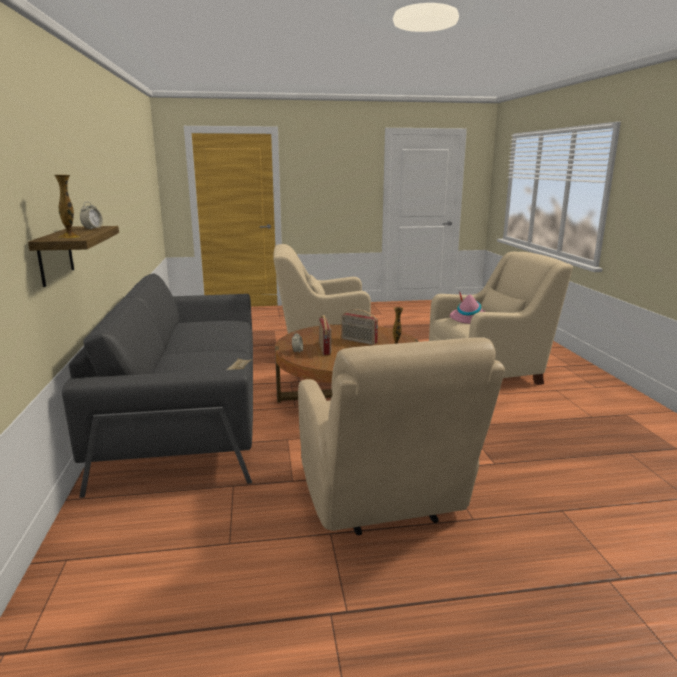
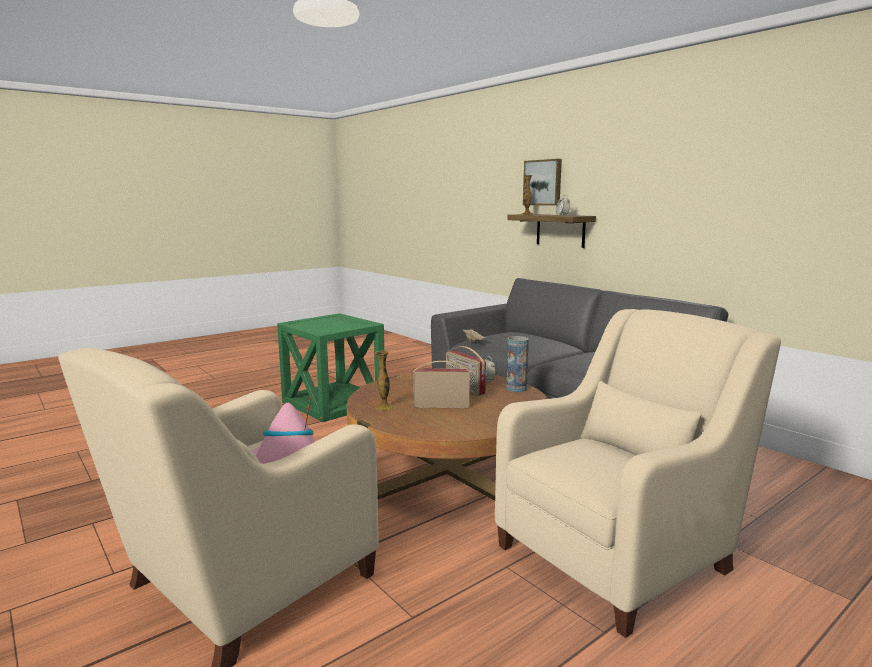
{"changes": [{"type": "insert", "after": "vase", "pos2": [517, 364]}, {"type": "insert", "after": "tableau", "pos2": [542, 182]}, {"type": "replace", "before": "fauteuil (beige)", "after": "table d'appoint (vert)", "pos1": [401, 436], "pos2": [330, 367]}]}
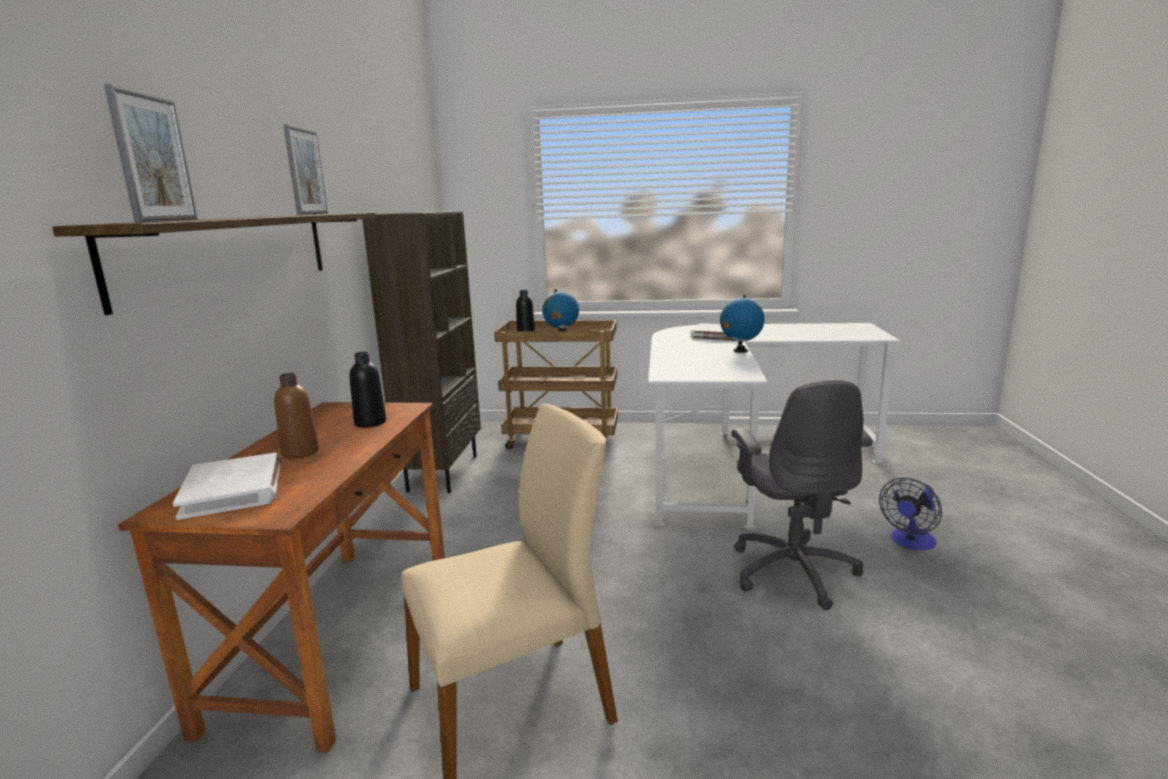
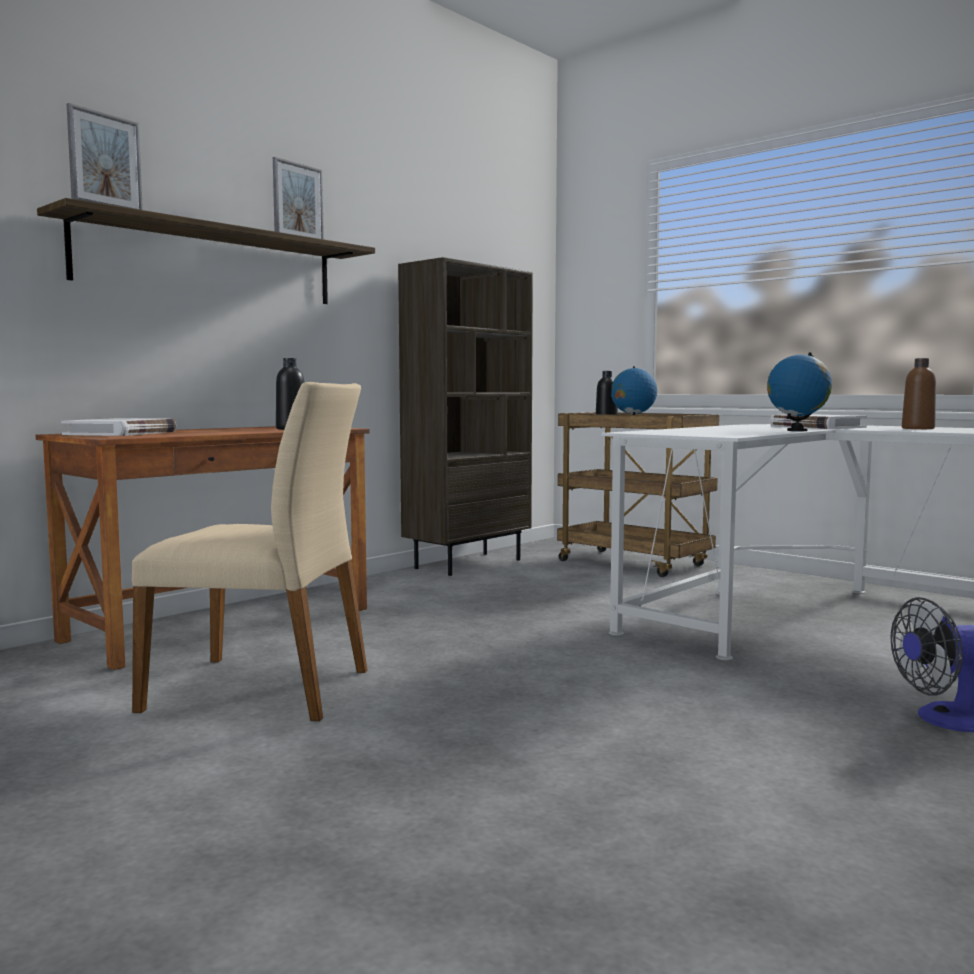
{"changes": [{"type": "delete", "before": "chaise de bureau (gris)", "pos1": [801, 495]}, {"type": "move", "before": "bouteille (marron)", "pos1": [296, 416], "pos2": [919, 393]}]}
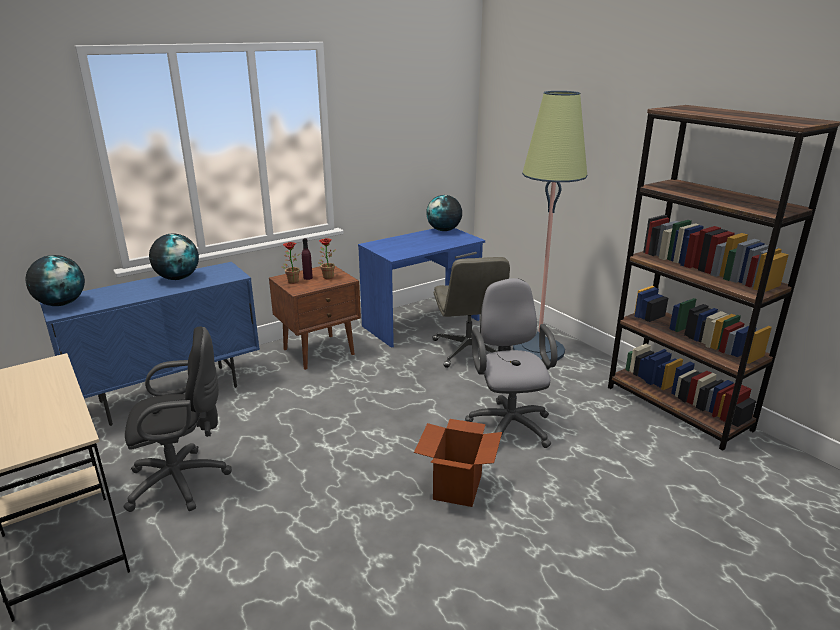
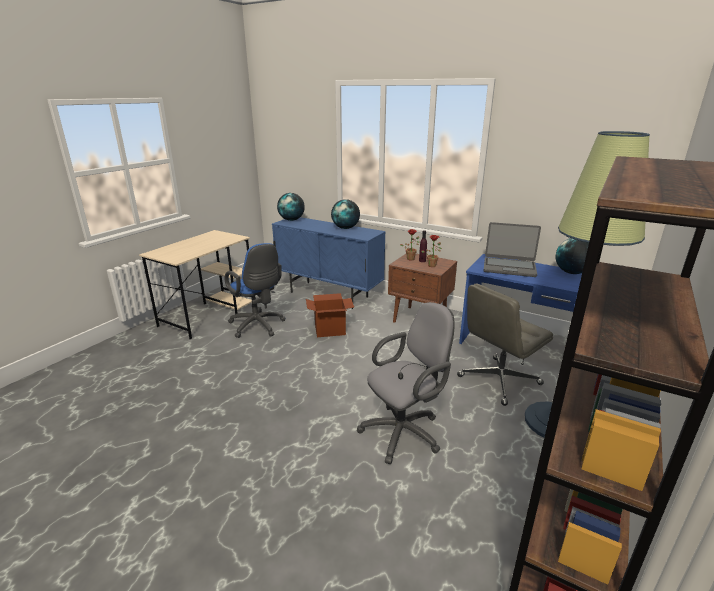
{"changes": [{"type": "insert", "after": "ordinateur portable", "pos2": [512, 249]}, {"type": "move", "before": "carton", "pos1": [458, 463], "pos2": [330, 315]}, {"type": "recolor", "before": "chaise de bureau (noir)", "after": "chaise de bureau (bleu)", "pos1": [177, 419], "pos2": [255, 290]}]}
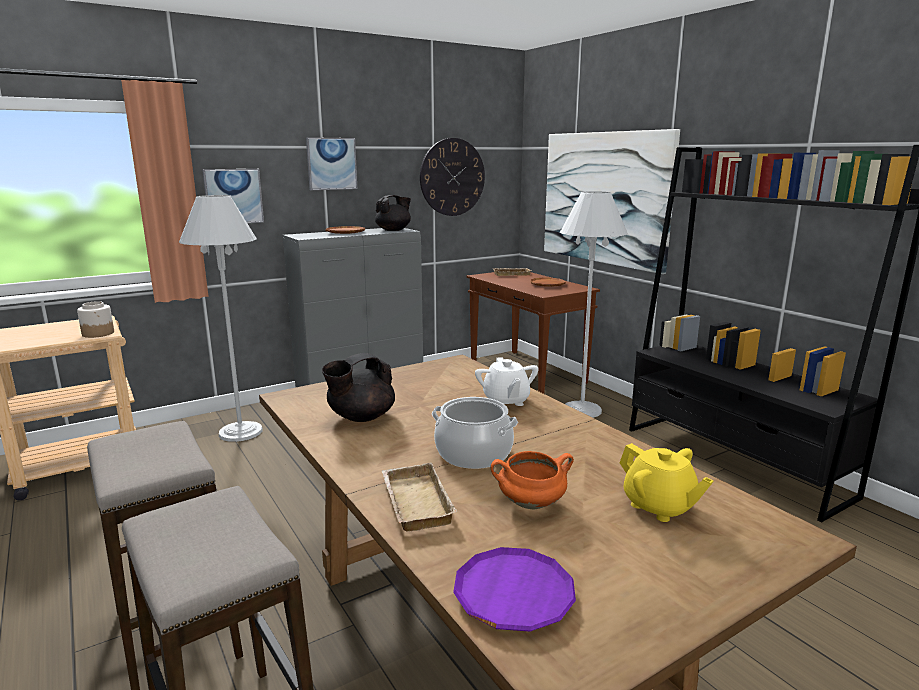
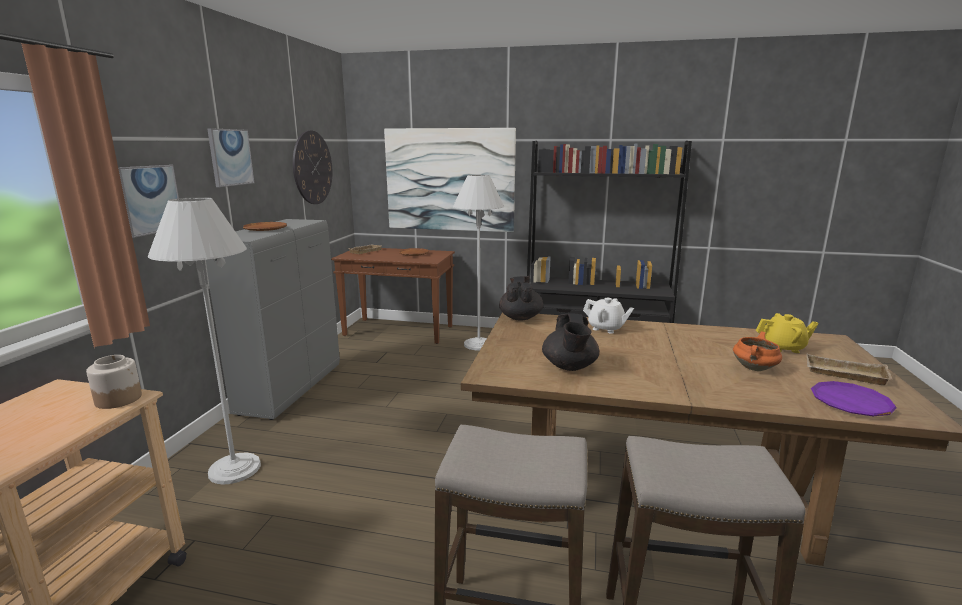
{"changes": [{"type": "delete", "before": "marmite", "pos1": [475, 433]}, {"type": "move", "before": "théière (noir)", "pos1": [393, 213], "pos2": [521, 298]}, {"type": "move", "before": "plateau (beige)", "pos1": [419, 497], "pos2": [849, 369]}]}
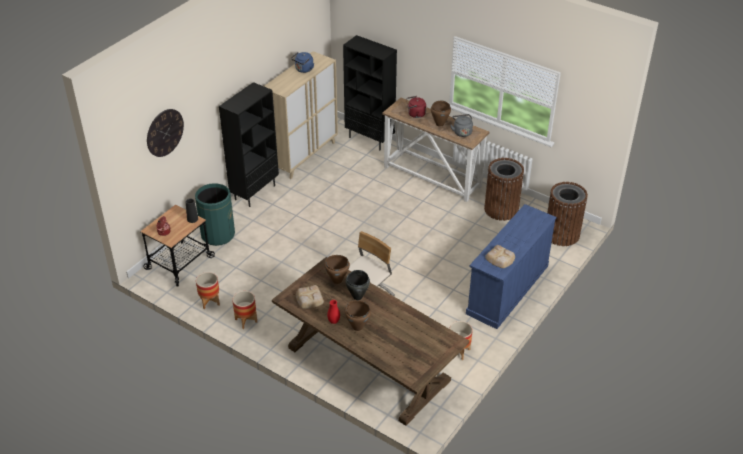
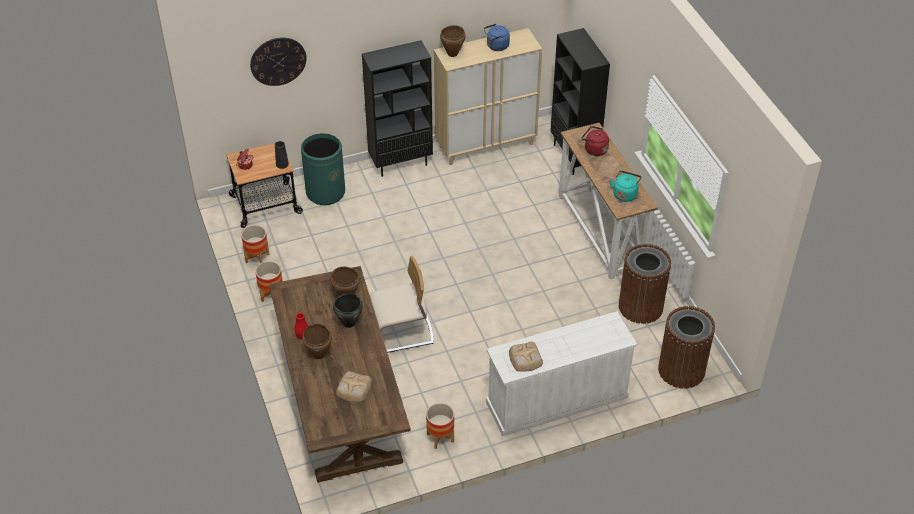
{"changes": [{"type": "move", "before": "pain", "pos1": [310, 297], "pos2": [354, 386]}, {"type": "move", "before": "marmite (marron)", "pos1": [441, 114], "pos2": [453, 41]}, {"type": "recolor", "before": "bouilloire (gris)", "after": "bouilloire (turquoise)", "pos1": [462, 125], "pos2": [625, 186]}, {"type": "recolor", "before": "commode (bleu)", "after": "commode (blanc)", "pos1": [511, 266], "pos2": [561, 374]}]}
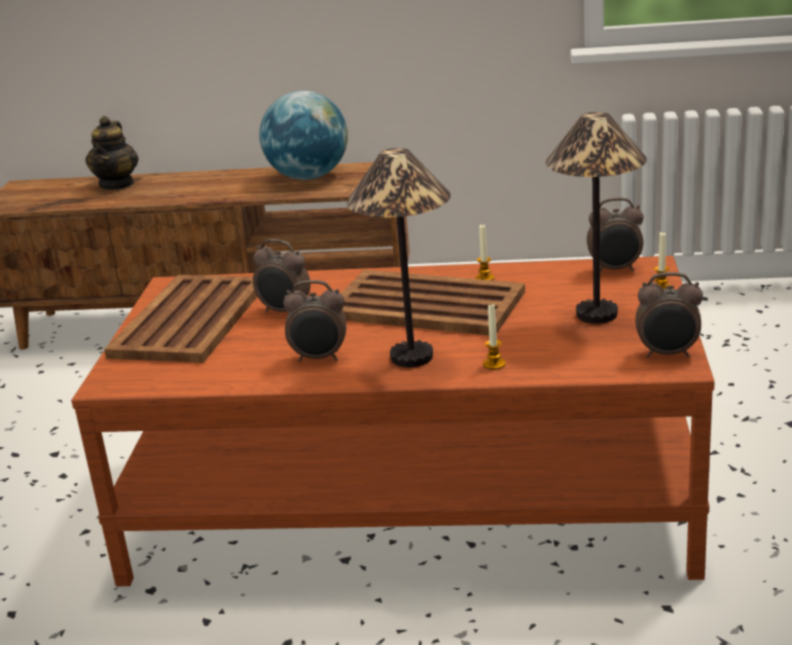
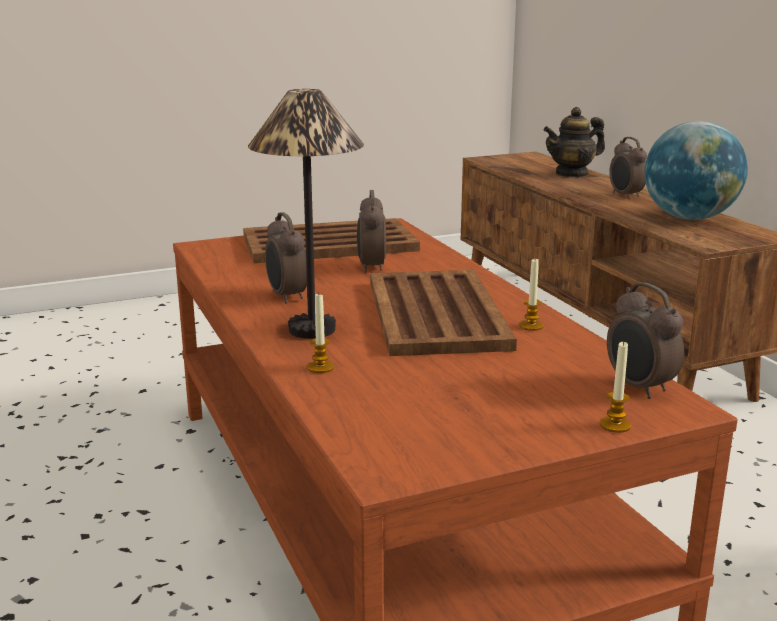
{"changes": [{"type": "delete", "before": "lampe de table", "pos1": [596, 218]}, {"type": "move", "before": "réveil", "pos1": [669, 315], "pos2": [628, 168]}]}
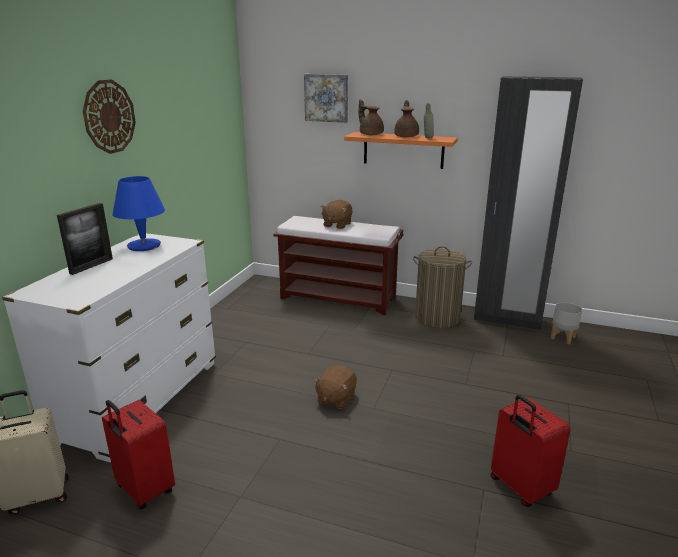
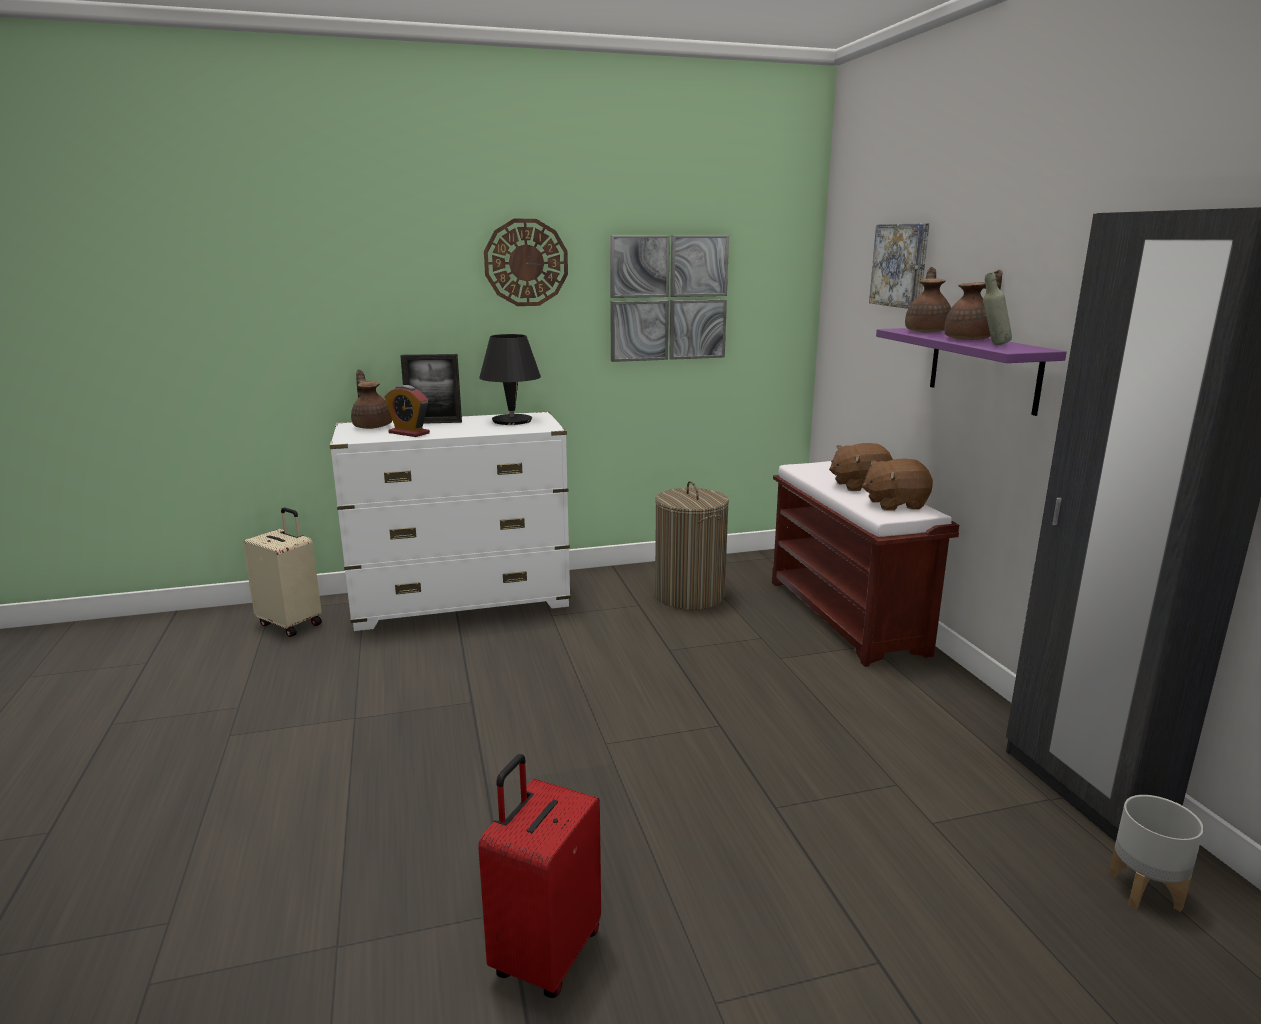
{"changes": [{"type": "delete", "before": "valise (rouge)", "pos1": [138, 454]}, {"type": "insert", "after": "théière (marron)", "pos2": [372, 399]}, {"type": "insert", "after": "réveil", "pos2": [407, 411]}, {"type": "insert", "after": "tableau", "pos2": [669, 298]}, {"type": "move", "before": "peluche (marron)", "pos1": [335, 387], "pos2": [897, 484]}, {"type": "move", "before": "panier à linge", "pos1": [442, 287], "pos2": [692, 545]}, {"type": "recolor", "before": "lampe de table (bleu)", "after": "lampe de table (noir)", "pos1": [139, 213], "pos2": [510, 379]}, {"type": "recolor", "before": "étagère (orange)", "after": "étagère (violet)", "pos1": [401, 150], "pos2": [971, 372]}]}
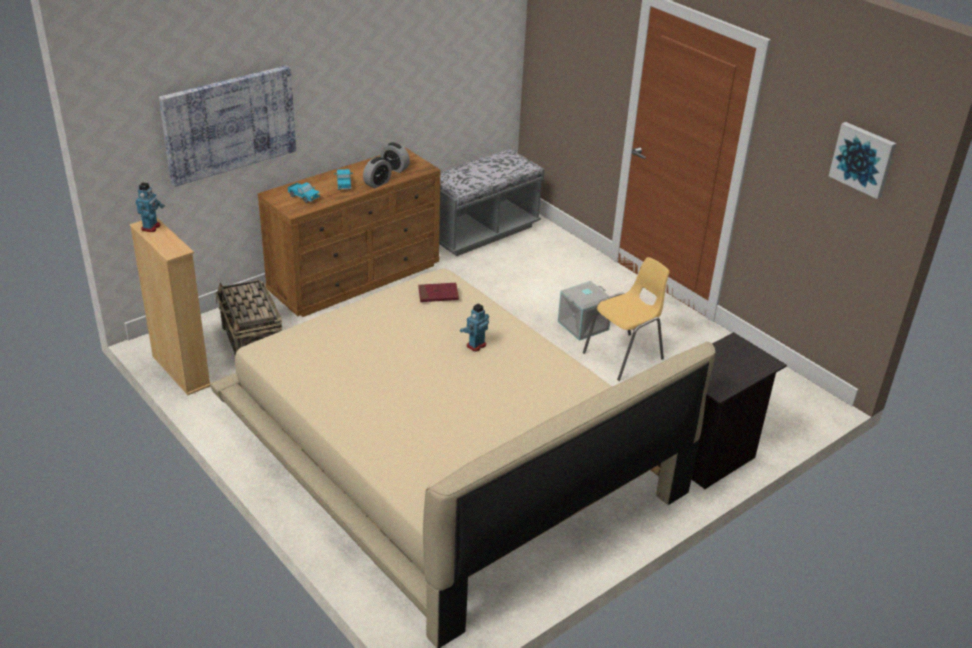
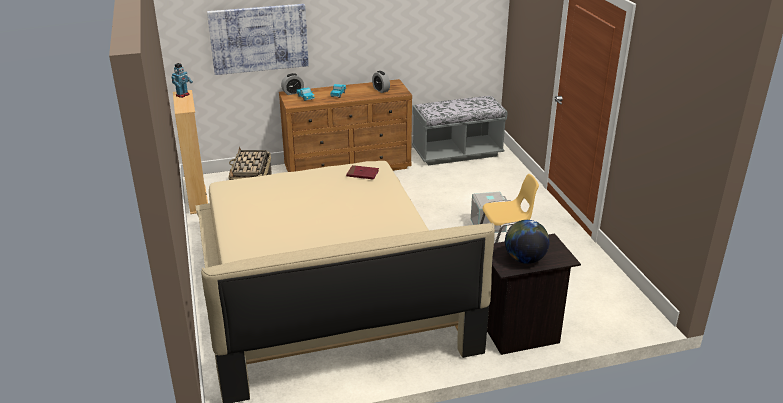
{"changes": [{"type": "delete", "before": "robot jouet", "pos1": [474, 327]}, {"type": "delete", "before": "tableau", "pos1": [863, 160]}, {"type": "insert", "after": "globe", "pos2": [527, 242]}, {"type": "move", "before": "réveil", "pos1": [377, 173], "pos2": [292, 84]}]}
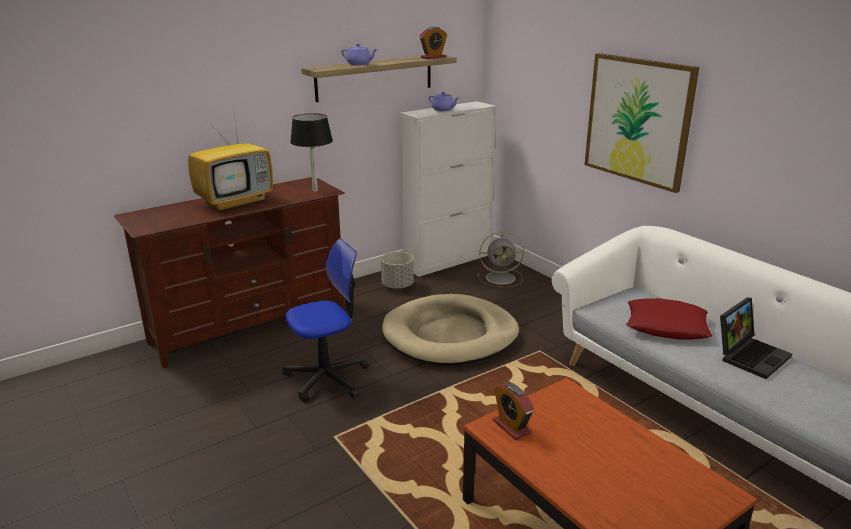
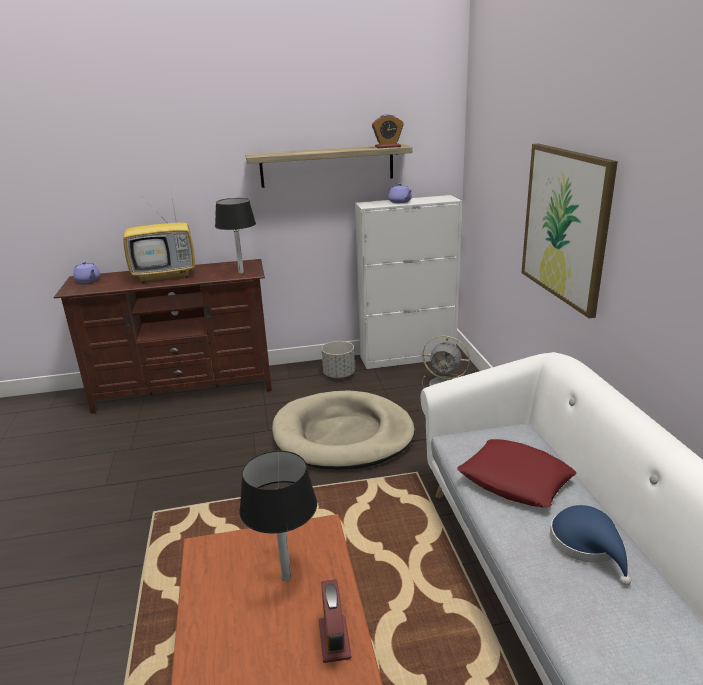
{"changes": [{"type": "delete", "before": "chaise de bureau", "pos1": [326, 320]}, {"type": "insert", "after": "lampe de table (noir)", "pos2": [278, 516]}, {"type": "move", "before": "théière (violet)", "pos1": [359, 54], "pos2": [86, 272]}, {"type": "move", "before": "réveil", "pos1": [513, 411], "pos2": [335, 621]}, {"type": "replace", "before": "ordinateur portable", "after": "chapeau (bleu)", "pos1": [756, 338], "pos2": [590, 545]}]}
